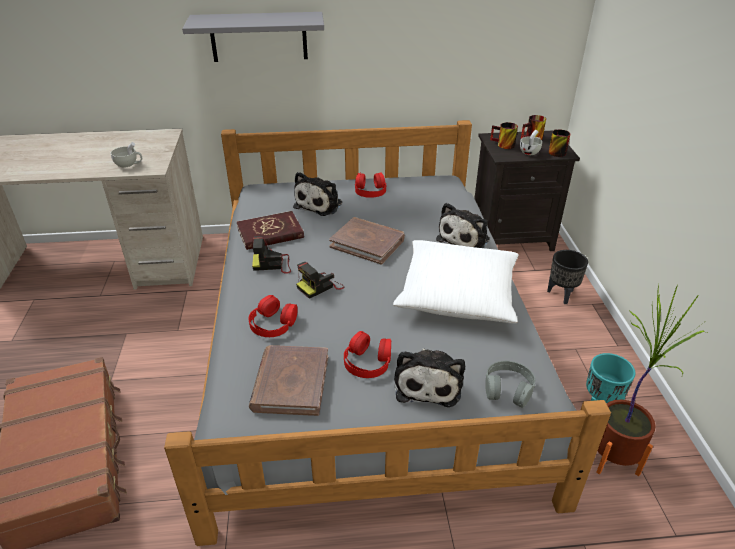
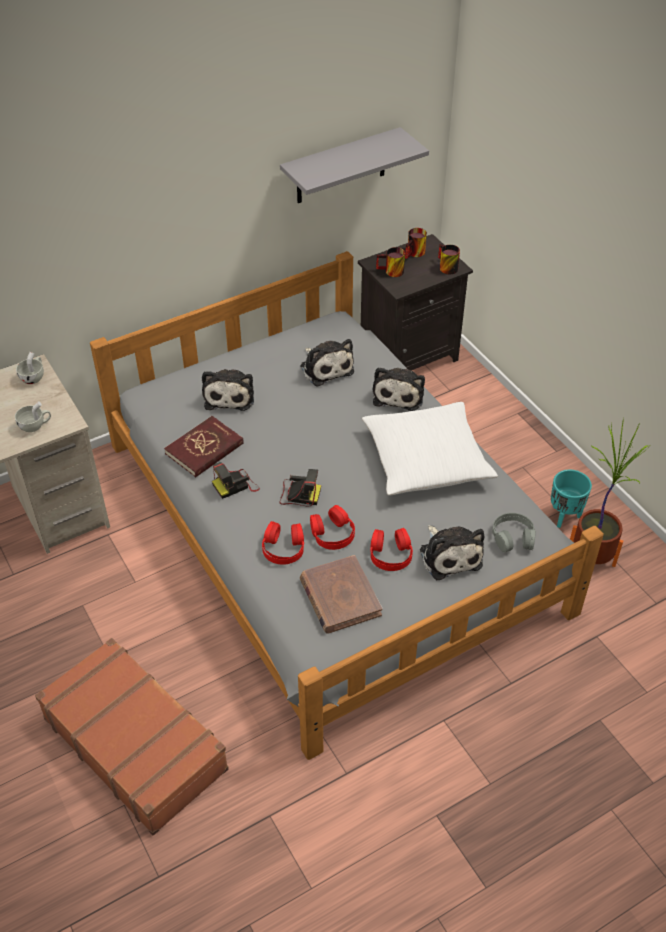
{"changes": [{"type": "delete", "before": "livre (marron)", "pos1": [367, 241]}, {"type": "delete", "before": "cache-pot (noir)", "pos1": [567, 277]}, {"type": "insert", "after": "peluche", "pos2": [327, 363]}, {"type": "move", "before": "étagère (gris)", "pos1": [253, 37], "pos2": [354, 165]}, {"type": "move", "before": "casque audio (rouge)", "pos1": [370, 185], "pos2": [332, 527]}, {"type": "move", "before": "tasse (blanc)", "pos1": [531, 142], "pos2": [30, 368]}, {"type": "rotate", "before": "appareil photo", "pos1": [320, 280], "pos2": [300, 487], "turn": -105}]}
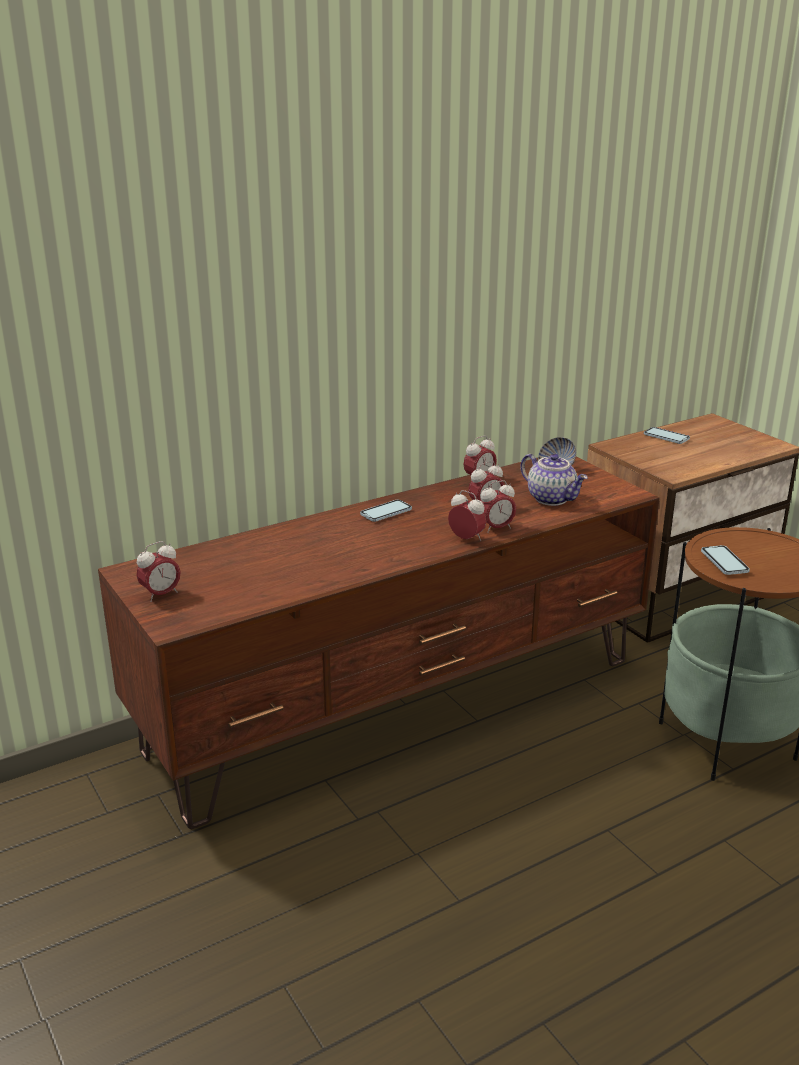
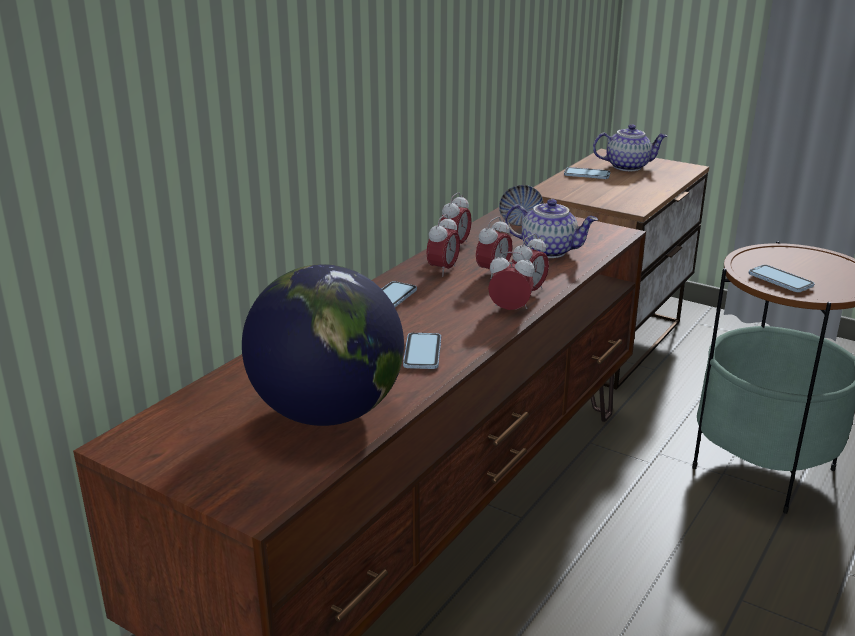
{"changes": [{"type": "insert", "after": "globe", "pos2": [323, 345]}, {"type": "insert", "after": "téléphone", "pos2": [422, 351]}, {"type": "insert", "after": "théière", "pos2": [630, 147]}, {"type": "move", "before": "réveil", "pos1": [159, 571], "pos2": [443, 245]}]}
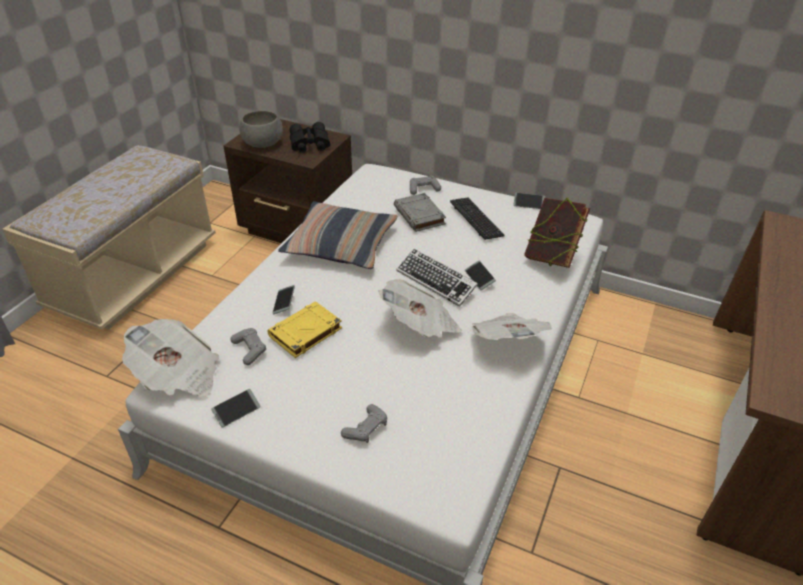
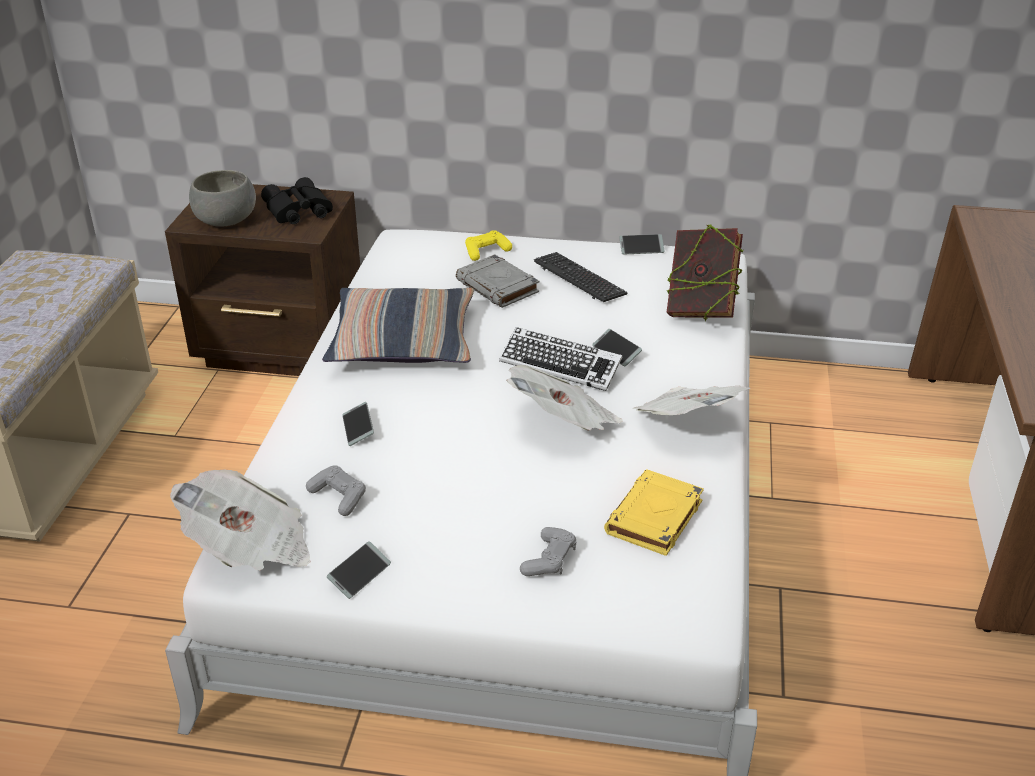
{"changes": [{"type": "move", "before": "livre (jaune)", "pos1": [304, 329], "pos2": [654, 512]}, {"type": "recolor", "before": "manette (gris)", "after": "manette (jaune)", "pos1": [425, 185], "pos2": [488, 246]}]}
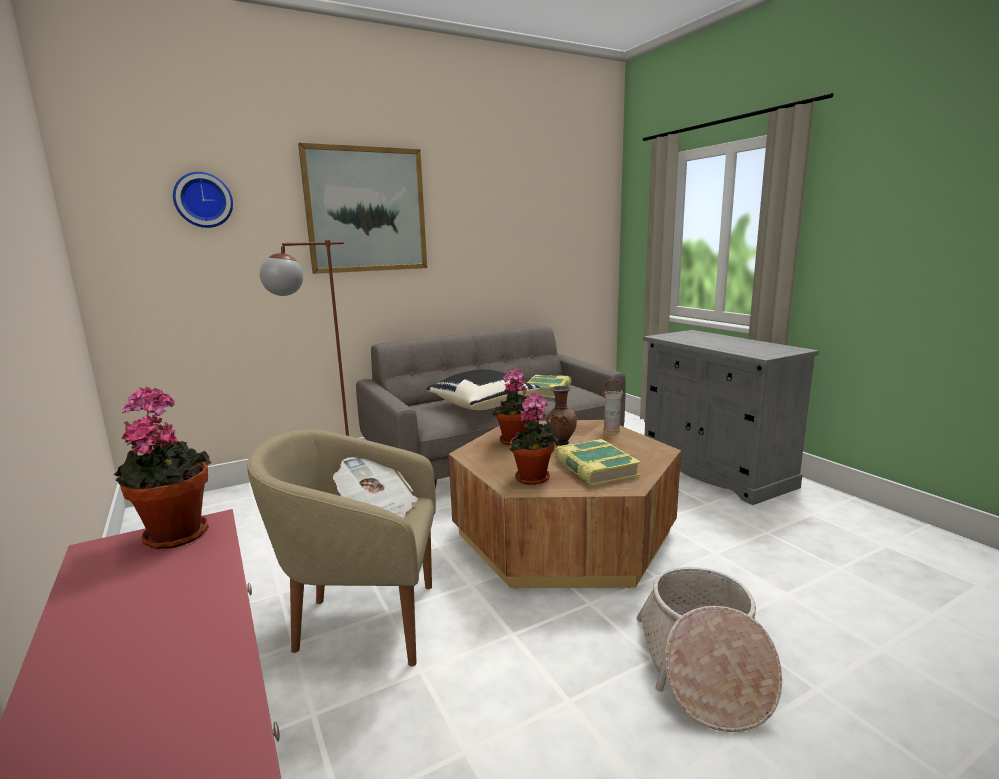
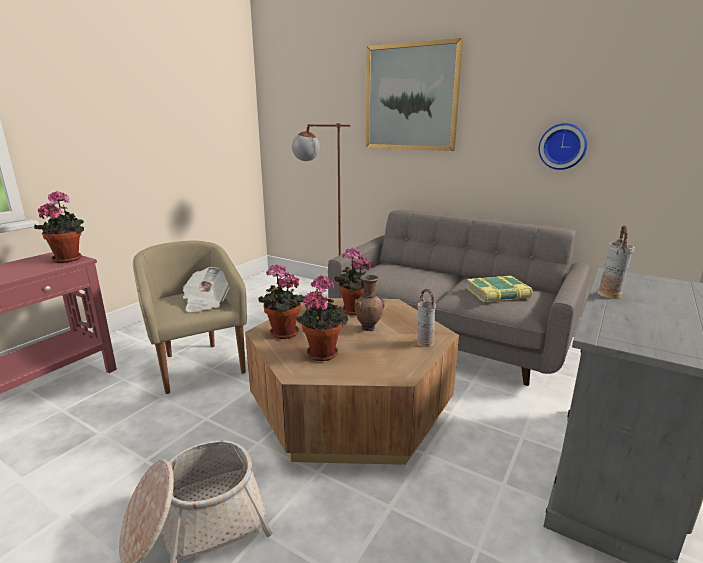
{"changes": [{"type": "delete", "before": "coussin (noir)", "pos1": [483, 389]}, {"type": "insert", "after": "vase", "pos2": [616, 262]}, {"type": "move", "before": "horloge murale", "pos1": [203, 200], "pos2": [562, 146]}, {"type": "replace", "before": "livre", "after": "plante en pot", "pos1": [597, 462], "pos2": [322, 318]}]}
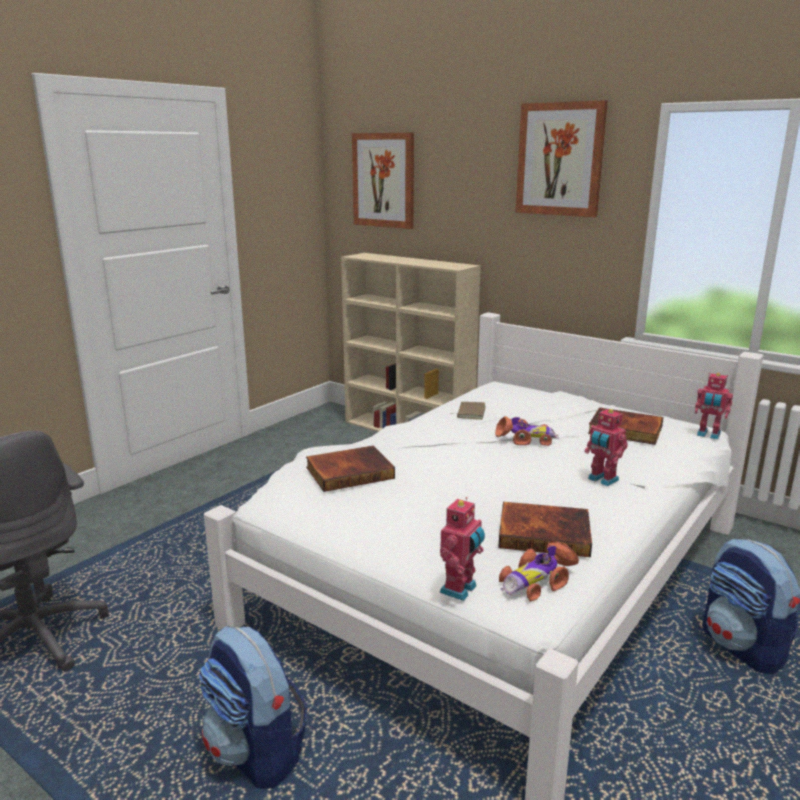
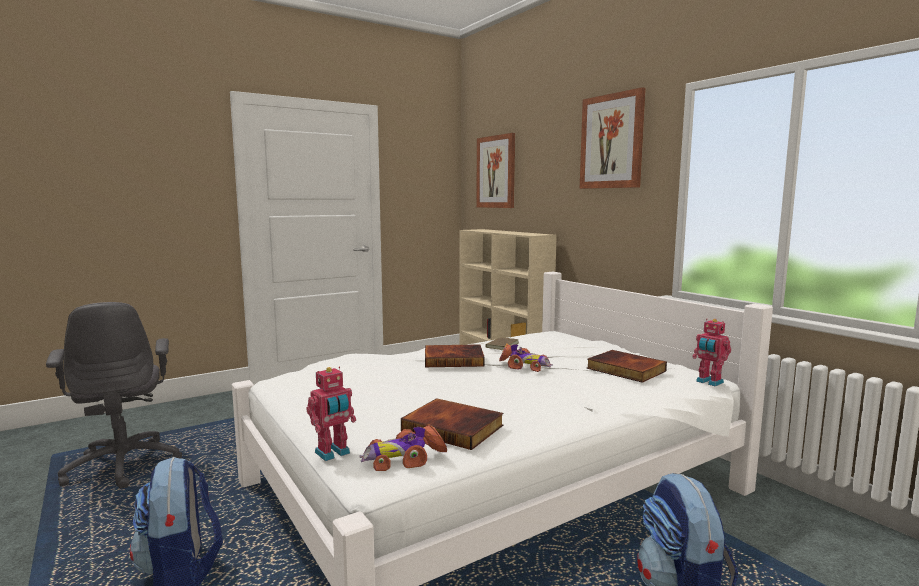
{"changes": [{"type": "delete", "before": "robot jouet", "pos1": [606, 447]}, {"type": "move", "before": "livre", "pos1": [350, 468], "pos2": [455, 355]}]}
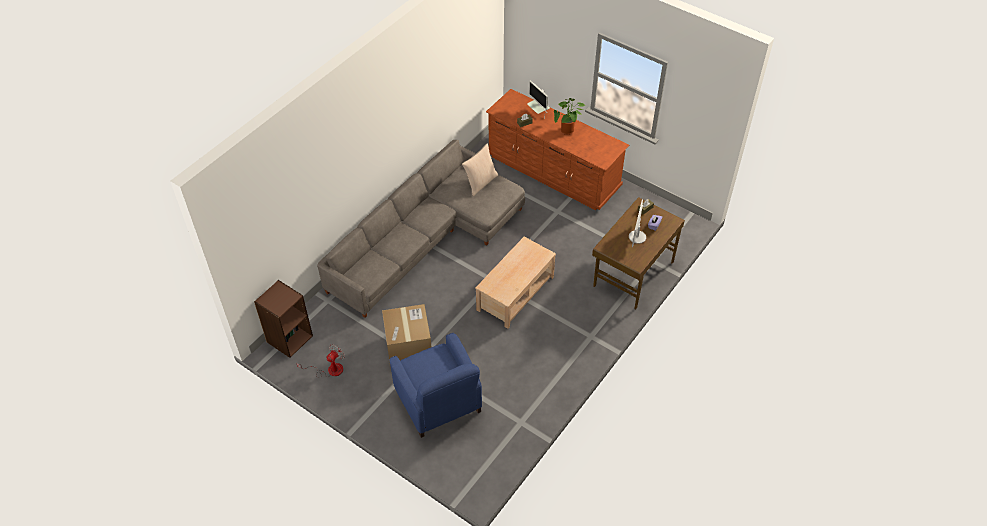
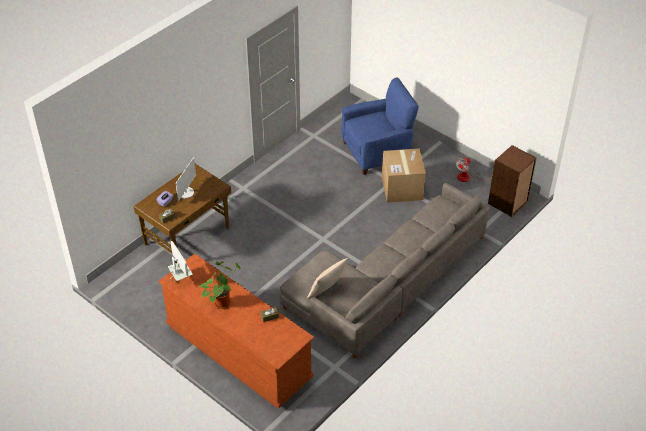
{"changes": [{"type": "delete", "before": "table basse (beige)", "pos1": [515, 283]}, {"type": "move", "before": "écran d'ordinateur", "pos1": [538, 100], "pos2": [180, 261]}, {"type": "rotate", "before": "fauteuil (bleu)", "pos1": [435, 385], "pos2": [380, 126], "turn": 90}]}
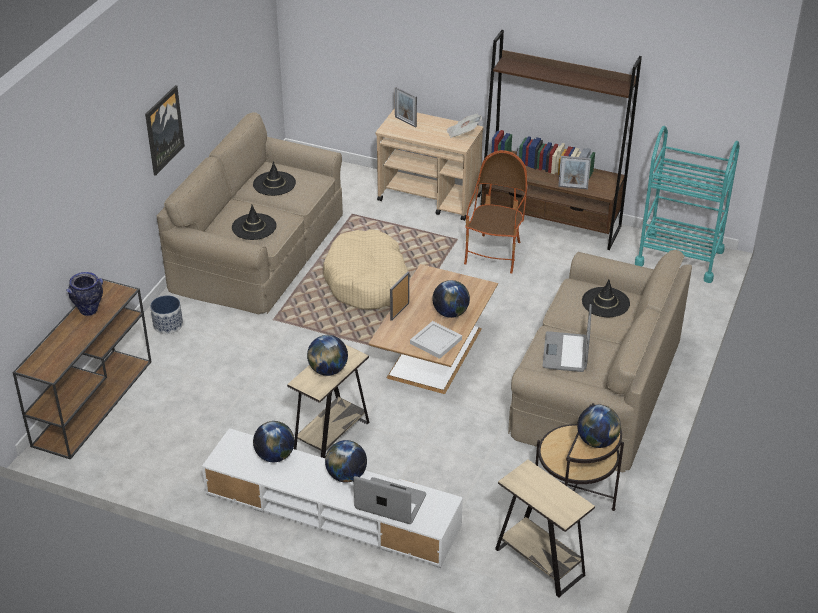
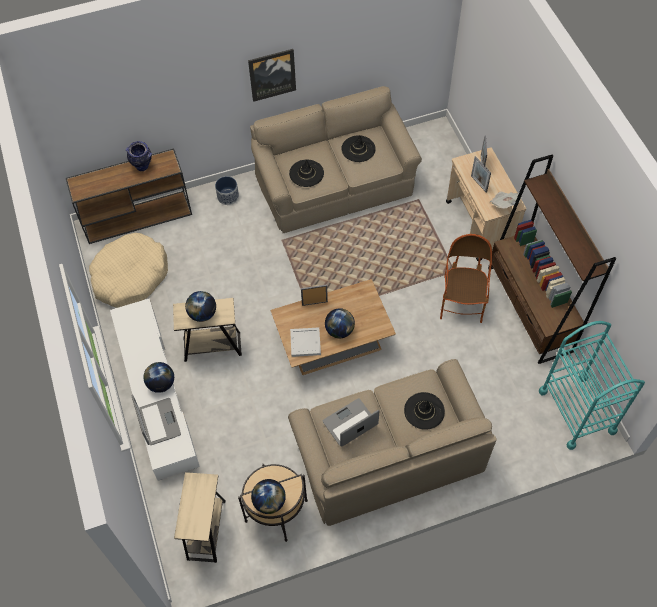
{"changes": [{"type": "delete", "before": "globe", "pos1": [273, 441]}, {"type": "move", "before": "panier pour chien (beige)", "pos1": [366, 269], "pos2": [128, 270]}, {"type": "move", "before": "cadre photo", "pos1": [574, 172], "pos2": [481, 174]}, {"type": "rotate", "before": "fauteuil", "pos1": [495, 212], "pos2": [466, 278], "turn": -60}]}
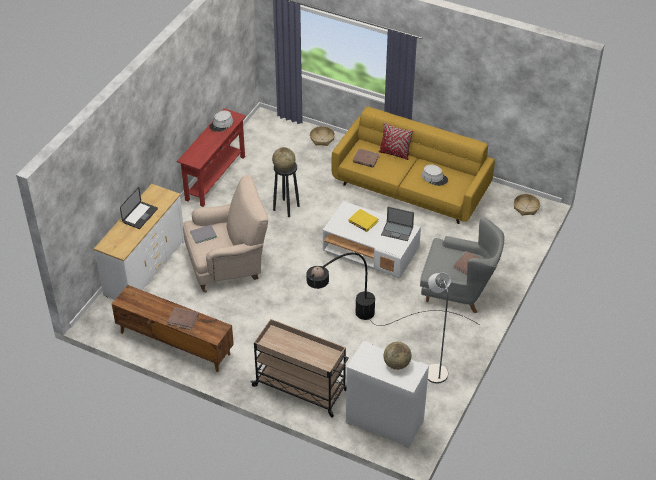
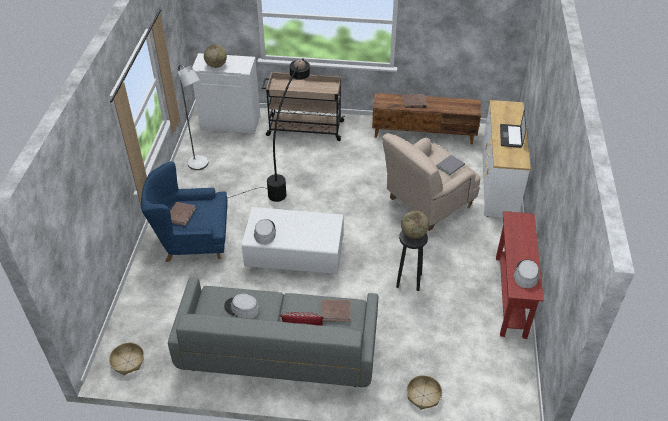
{"changes": [{"type": "delete", "before": "livre (jaune)", "pos1": [363, 220]}, {"type": "replace", "before": "ordinateur portable", "after": "chapeau (gris)", "pos1": [397, 224], "pos2": [265, 232]}, {"type": "recolor", "before": "canapé (jaune)", "after": "canapé (gris)", "pos1": [413, 165], "pos2": [273, 332]}, {"type": "recolor", "before": "fauteuil (gris)", "after": "fauteuil (bleu)", "pos1": [462, 265], "pos2": [184, 211]}]}
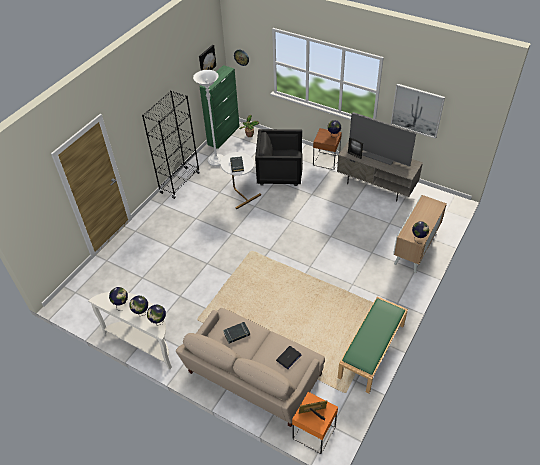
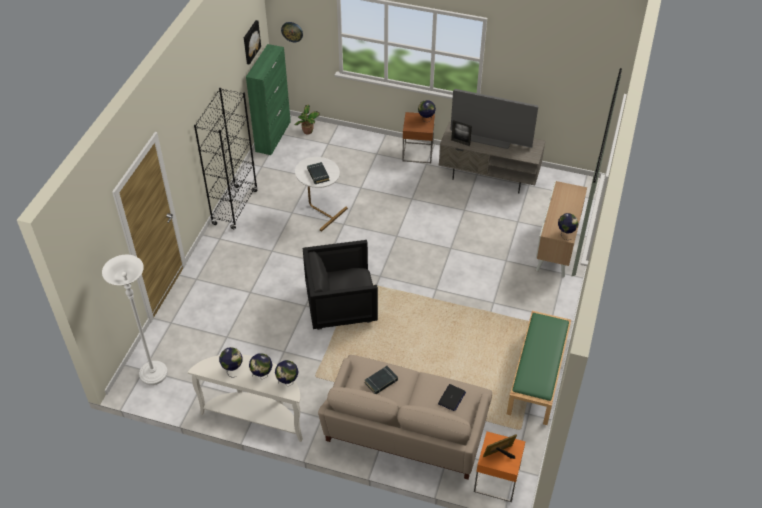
{"changes": [{"type": "delete", "before": "tableau", "pos1": [418, 111]}, {"type": "move", "before": "lampadaire (blanc)", "pos1": [208, 118], "pos2": [135, 320]}, {"type": "move", "before": "fauteuil (noir)", "pos1": [279, 157], "pos2": [340, 285]}]}
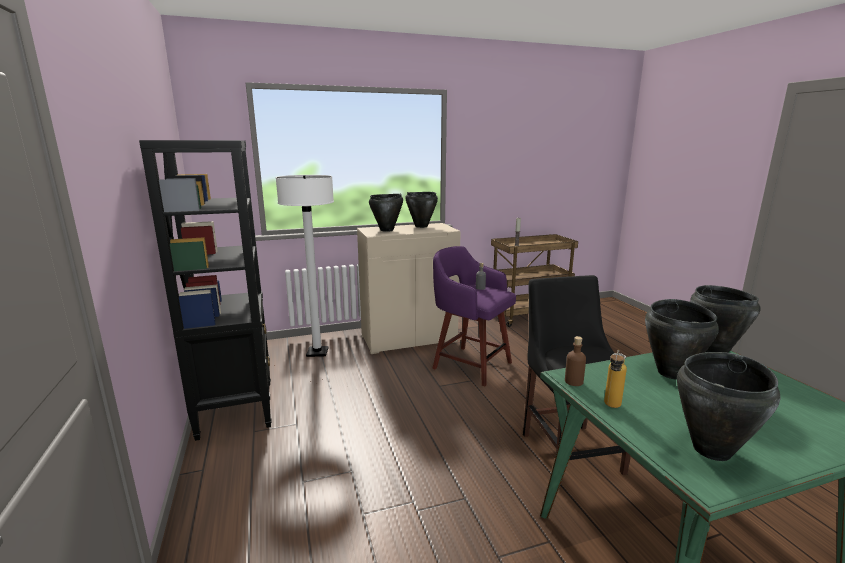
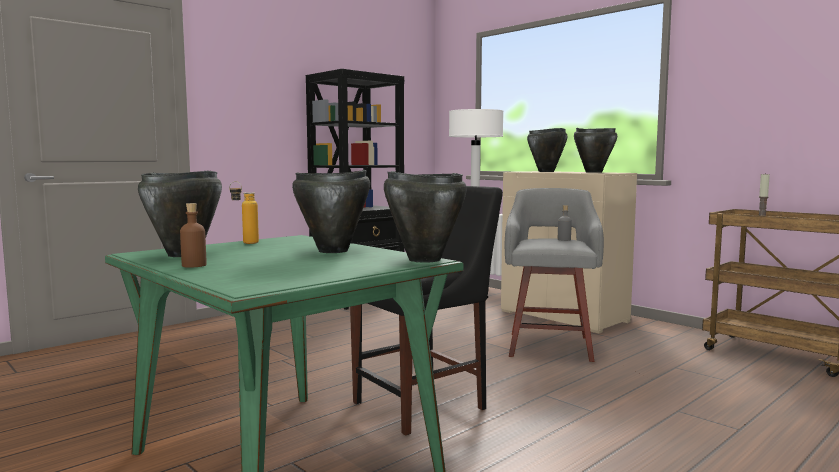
{"changes": [{"type": "move", "before": "bouteille (marron)", "pos1": [575, 361], "pos2": [193, 235]}, {"type": "recolor", "before": "tabouret (violet)", "after": "tabouret (gris)", "pos1": [474, 316], "pos2": [554, 275]}]}
